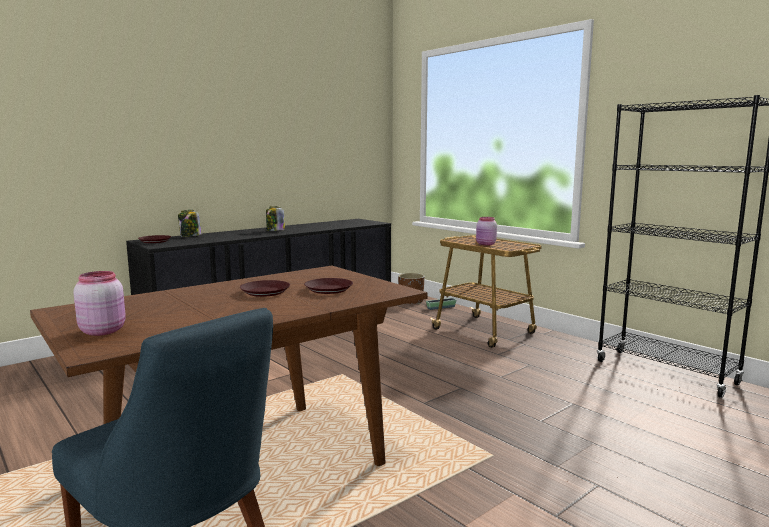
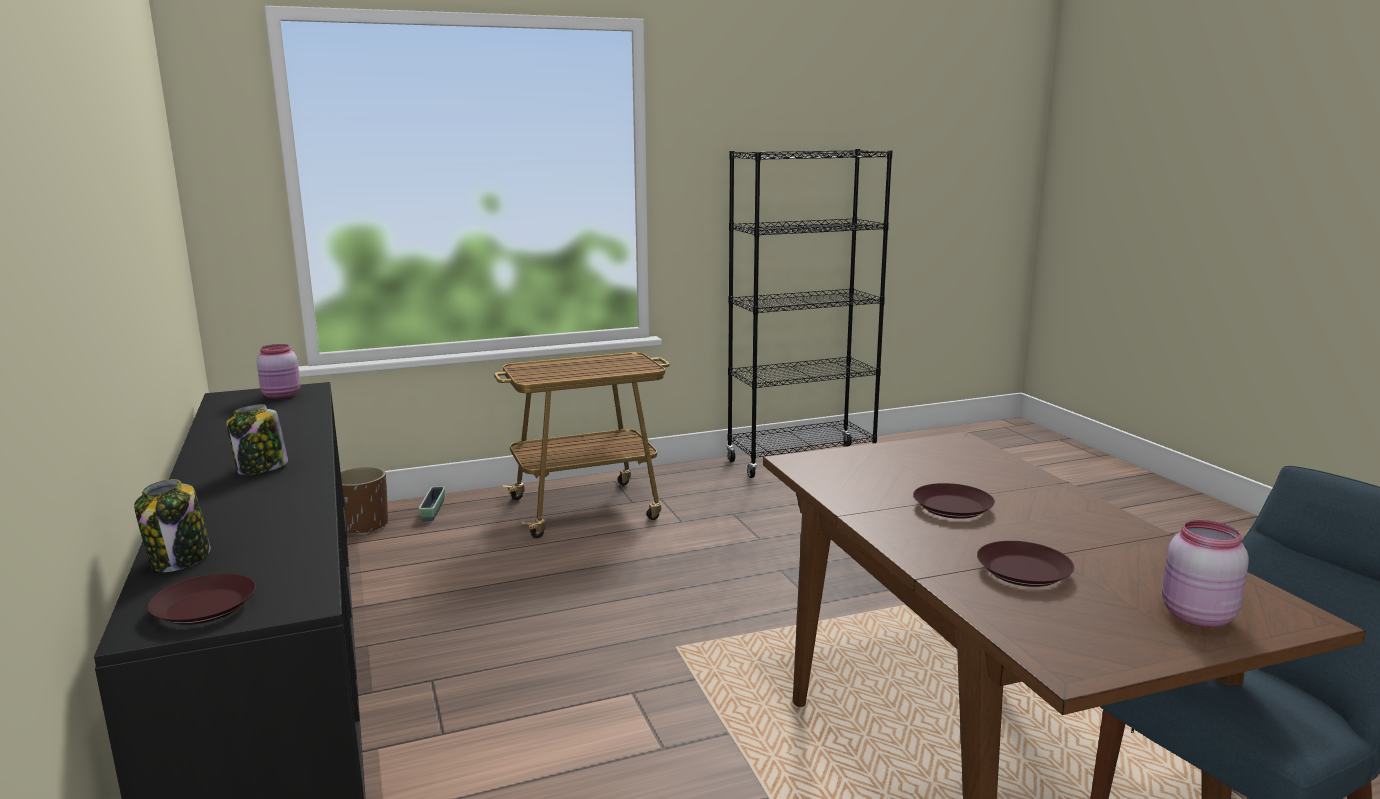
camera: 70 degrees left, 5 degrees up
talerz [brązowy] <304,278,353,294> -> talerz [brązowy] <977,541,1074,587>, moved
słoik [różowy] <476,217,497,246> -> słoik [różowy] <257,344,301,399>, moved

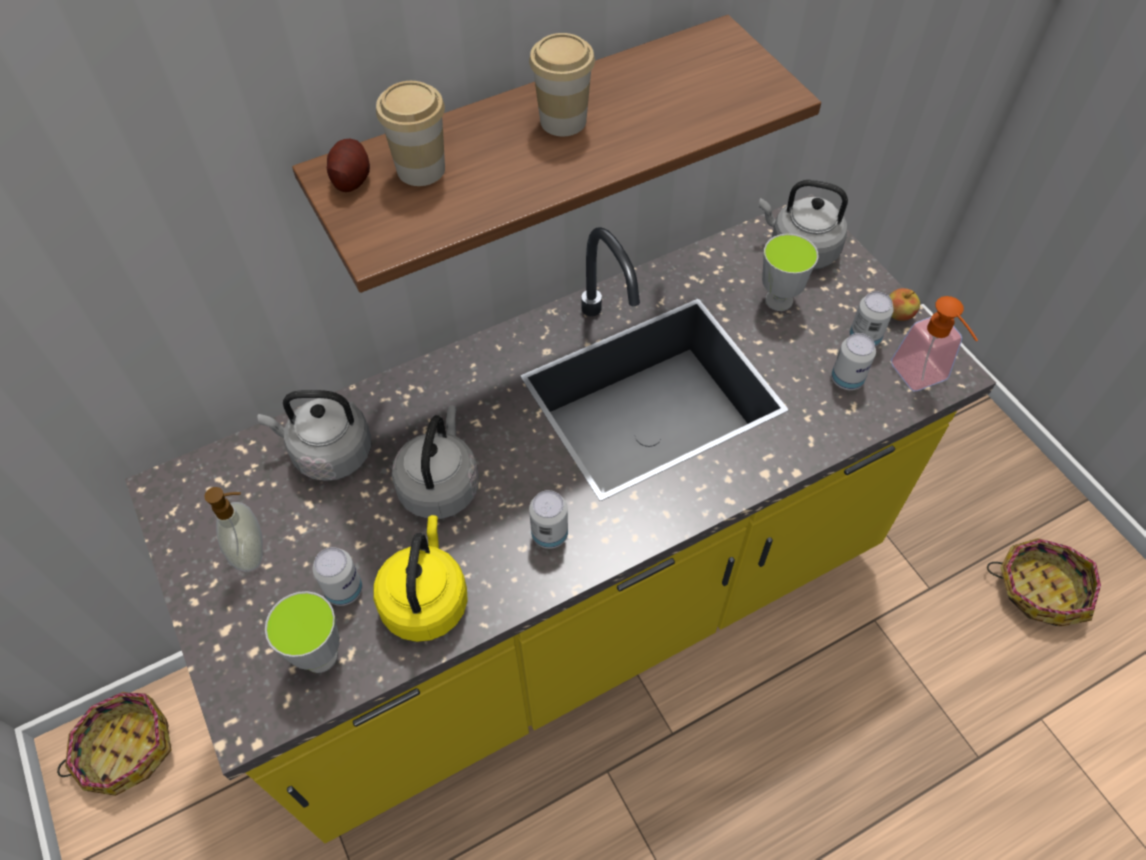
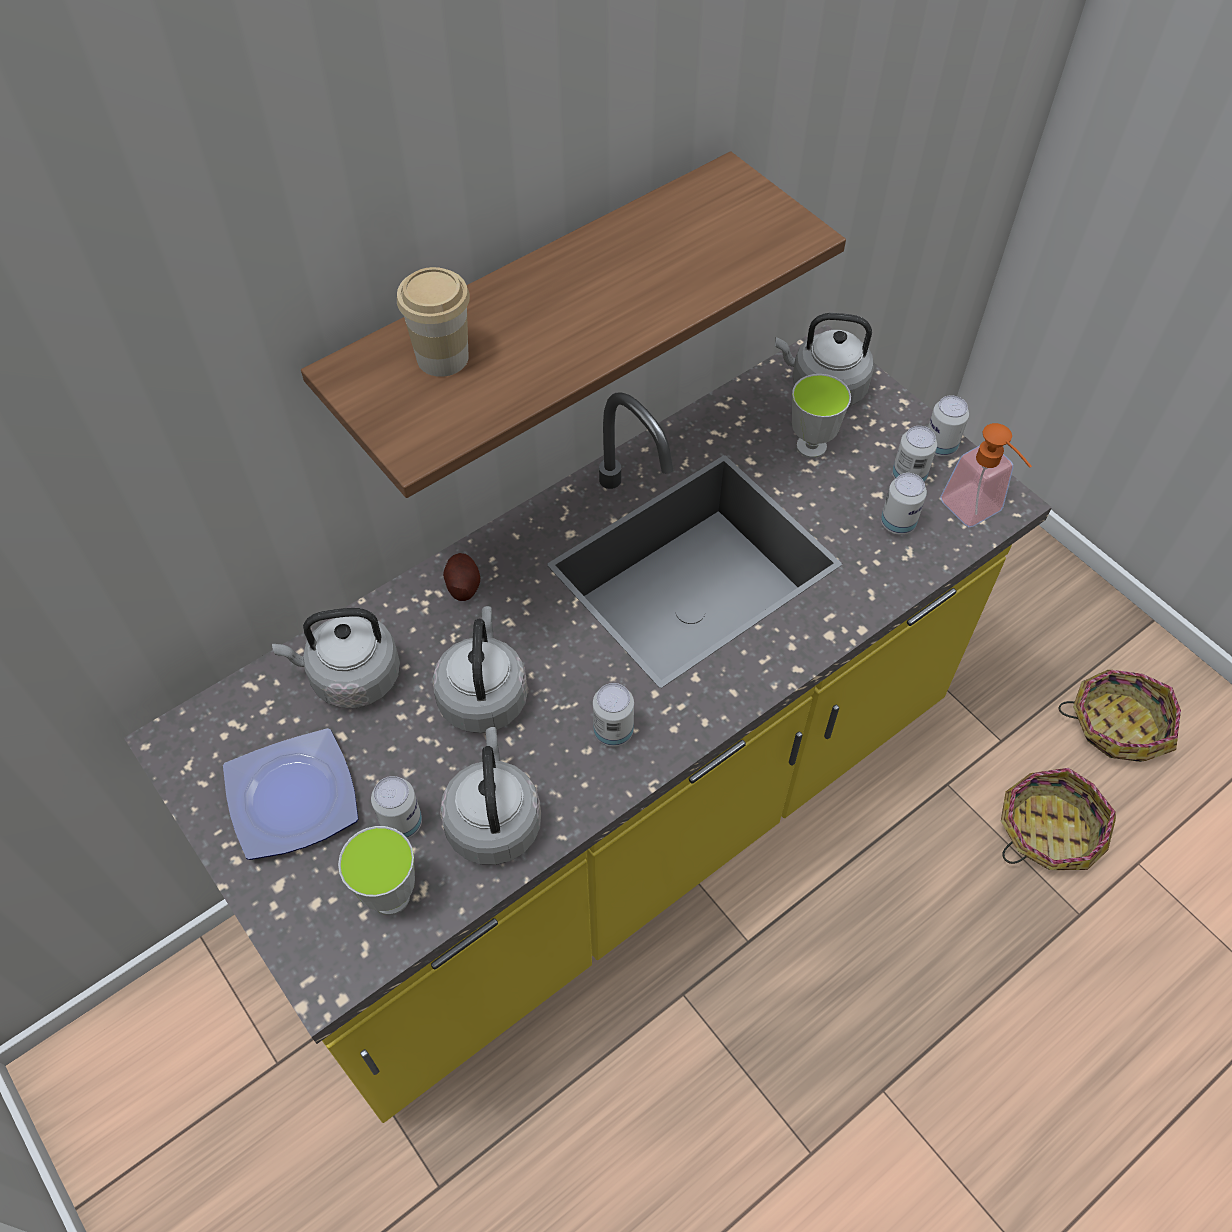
camera: 10 degrees left, 0 degrees up
filiżanka <529,33,595,136> -> none
koszyk <57,692,171,796> -> koszyk <1001,768,1116,870>, moved
ziemniak <327,139,370,192> -> ziemniak <443,553,480,601>, moved
dozownik mydła <204,487,263,572> -> talerz <223,728,358,860>
jabłko <889,288,920,321> -> puszka <928,395,969,457>
czajnik [żółty] <373,515,468,642> -> czajnik [szary] <440,727,541,865>

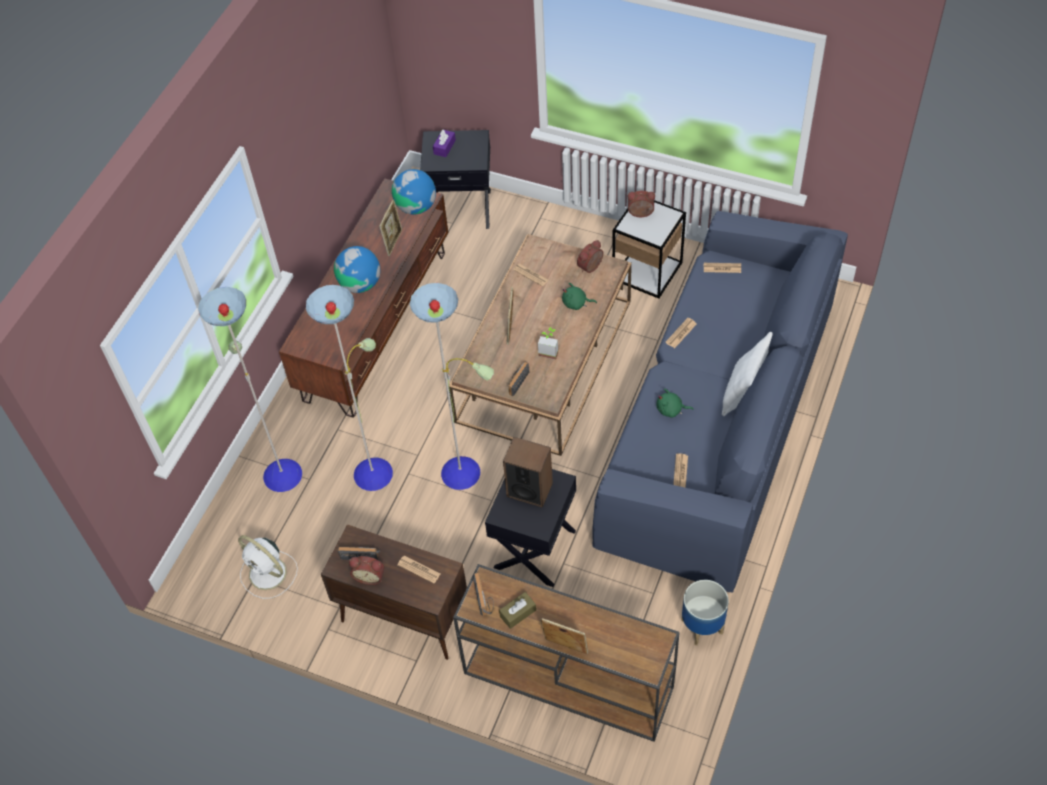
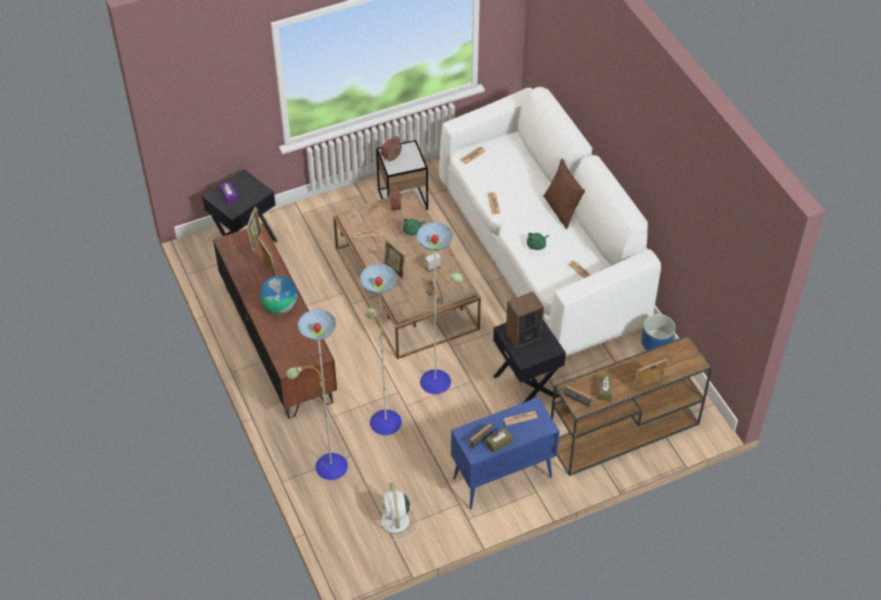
camera: 50 degrees left, 5 degrees down
budzik <349,556,385,585> -> pudełko chusteczek [brązowy] <486,428,513,453>
globus <392,169,436,215> -> ramka na zdjęcie <246,206,262,252>
szafka [brązowy] <321,524,467,660> -> szafka [niebieski] <451,397,560,509>
kanapa [niebieski] <592,211,848,592> -> kanapa [biały] <439,87,661,357>
poduszka [biały] <722,332,773,416> -> poduszka [brązowy] <543,159,585,229>
wentylator [biały] <238,535,298,599> -> wentylator [biały] <374,482,419,541>, 90 degrees clockwise

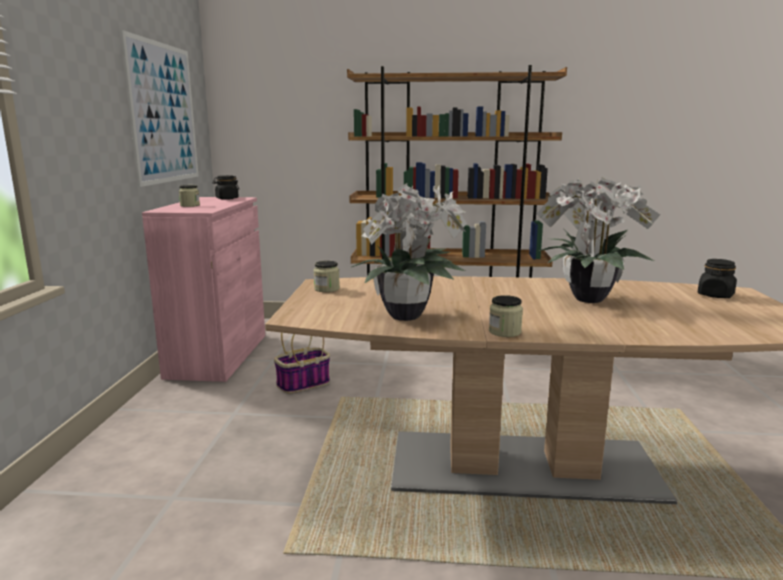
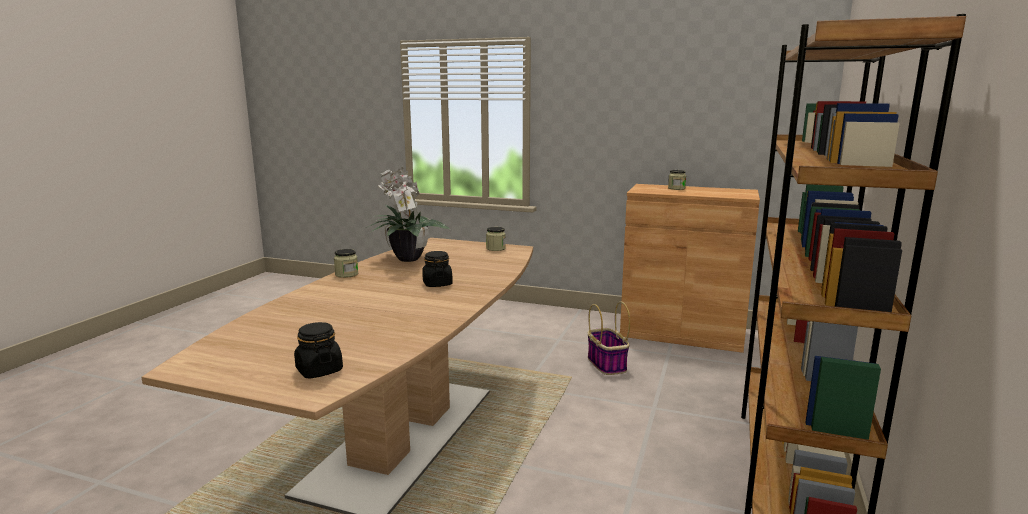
camera: 105 degrees right, 0 degrees up
obraz <120,30,199,187> -> none
roślina doniczkowa <537,178,660,303> -> none
słoik [czarny] <212,175,239,200> -> słoik [czarny] <422,251,453,287>, moved
szafka [różowy] <142,197,265,382> -> szafka [brązowy] <620,184,760,353>

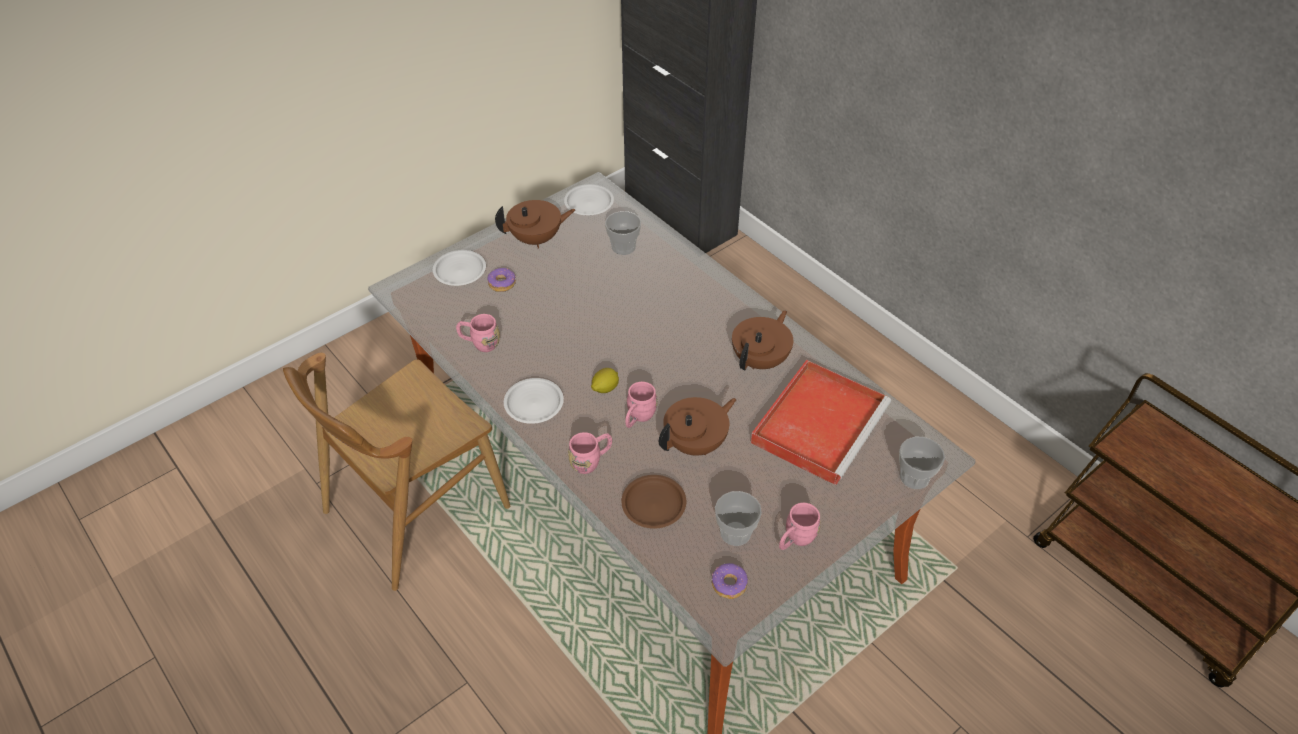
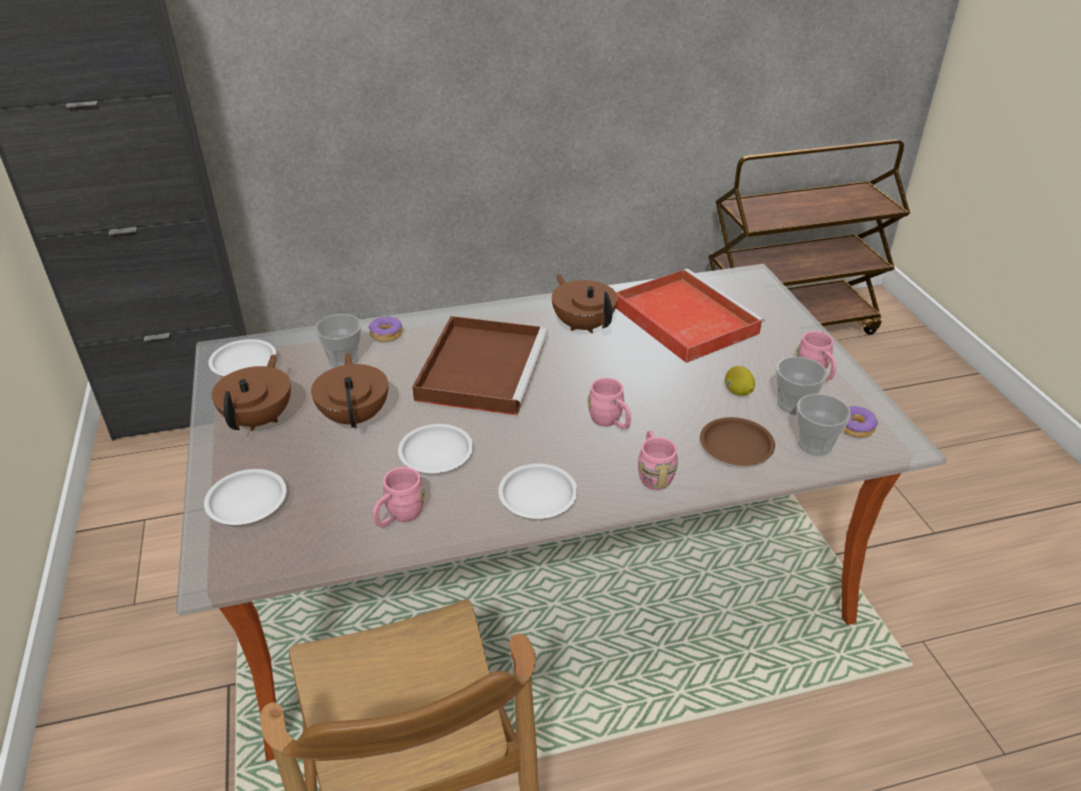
camera: 65 degrees left, 10 degrees down
none -> talerz [biały] <398,424,473,473>
none -> taca [brązowy] <412,316,548,415>
donut <487,268,516,292> -> donut <368,316,402,342>, moved
cytryna <591,368,619,393> -> cytryna <725,366,755,396>, moved
imbryk [brązowy] <659,397,736,456> -> imbryk [brązowy] <311,353,388,428>, moved
filiżanka <899,437,945,489> -> filiżanka <796,394,851,456>, moved

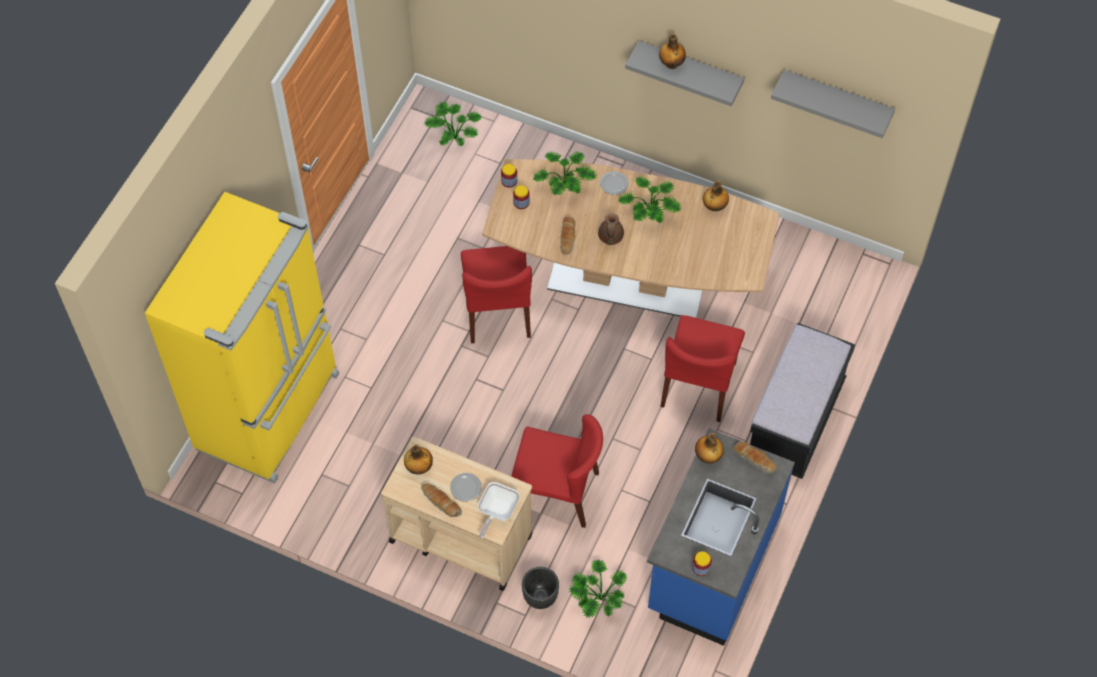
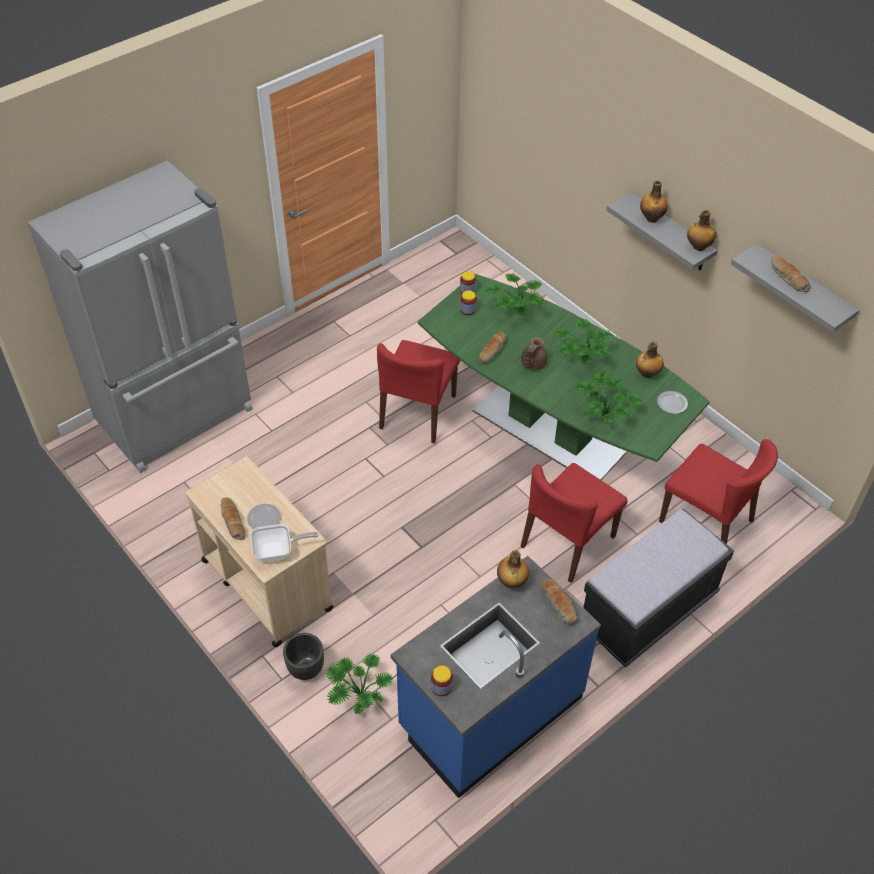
camera: 25 degrees right, 10 degrees down
none -> chleb <771,257,811,292>
butelka <404,444,433,475> -> butelka <687,210,716,251>, moved
roślina doniczkowa <424,101,482,146> -> roślina doniczkowa <575,371,642,425>, moved
krzesło [czerwony] <511,414,603,528> -> krzesło [czerwony] <659,439,778,544>, moved
talerz <600,171,629,195> -> talerz <657,391,688,414>, moved
lodówka [żółty] <145,192,339,484> -> lodówka [szary] <28,160,253,473>
stół jadalny [brązowy] <482,159,780,318> -> stół jadalny [zielony] <418,274,710,480>
patelnia <478,482,520,539> -> patelnia <251,524,318,562>, 150 degrees counterclockwise

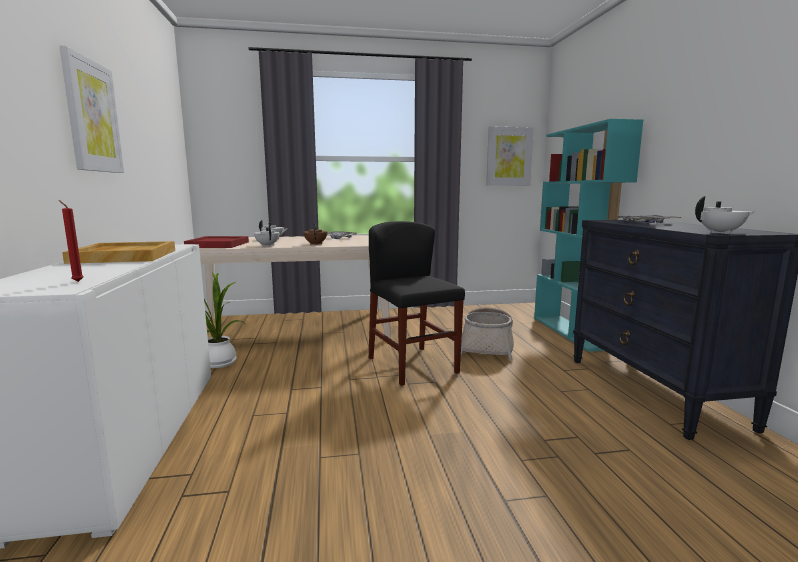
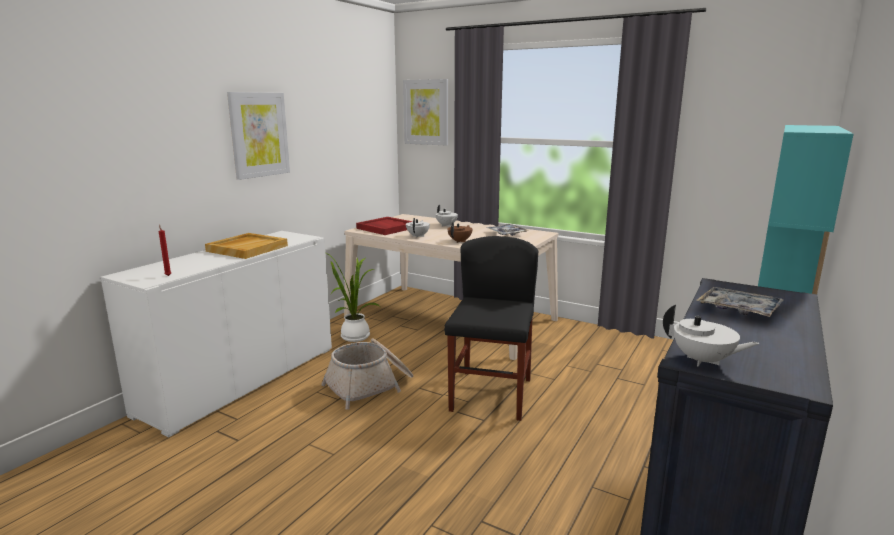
camera: 40 degrees right, 5 degrees up
koszyk <461,307,514,361> -> koszyk <321,338,413,410>, moved
obraz <486,126,534,186> -> obraz <403,79,448,146>, moved

